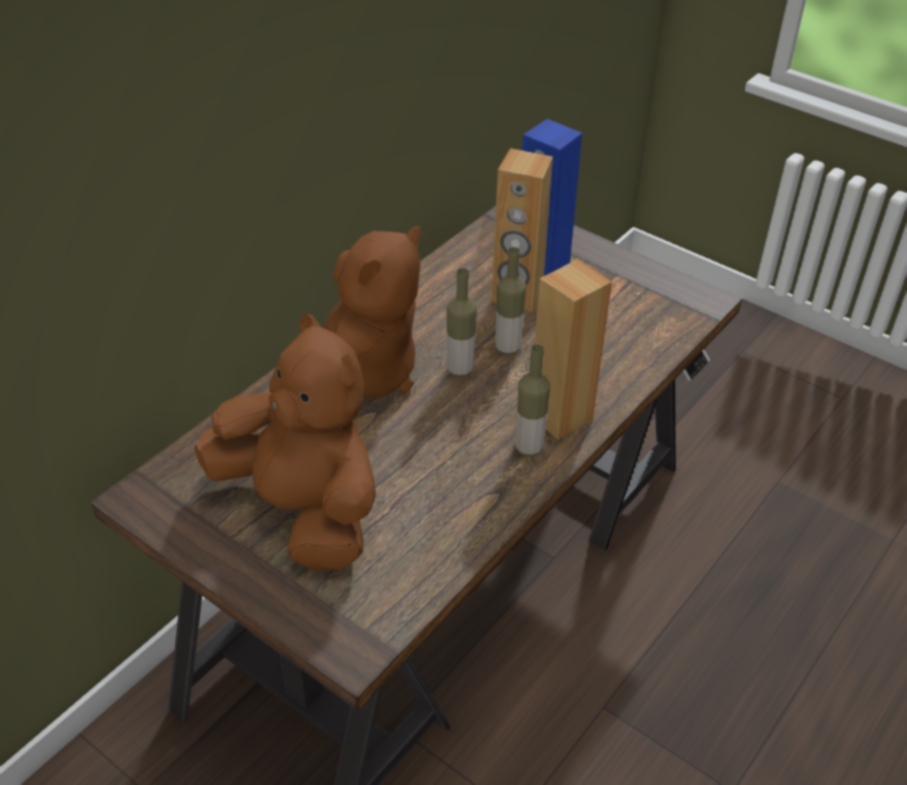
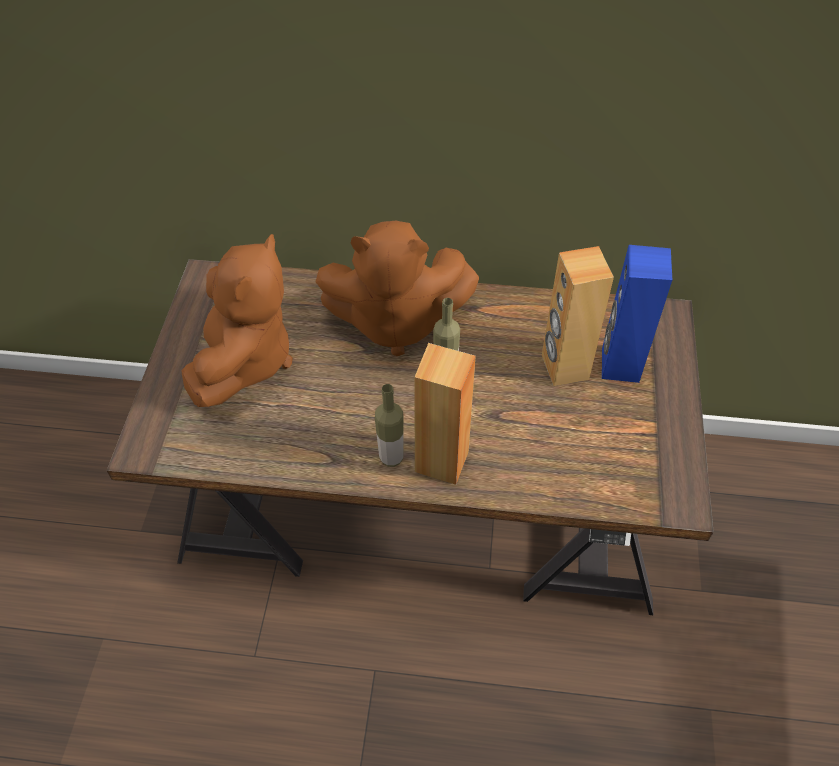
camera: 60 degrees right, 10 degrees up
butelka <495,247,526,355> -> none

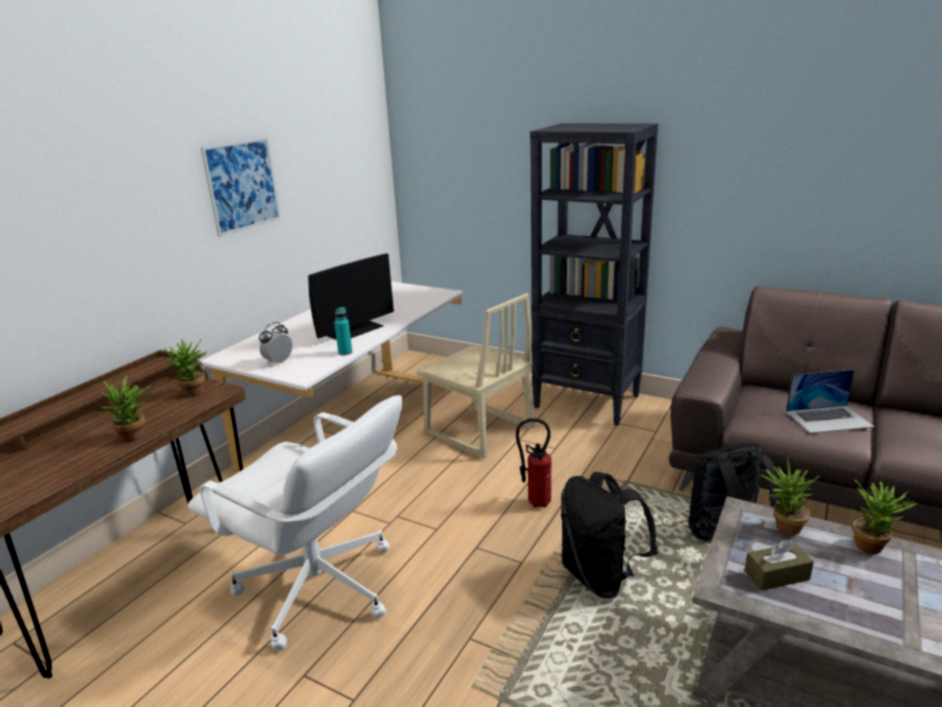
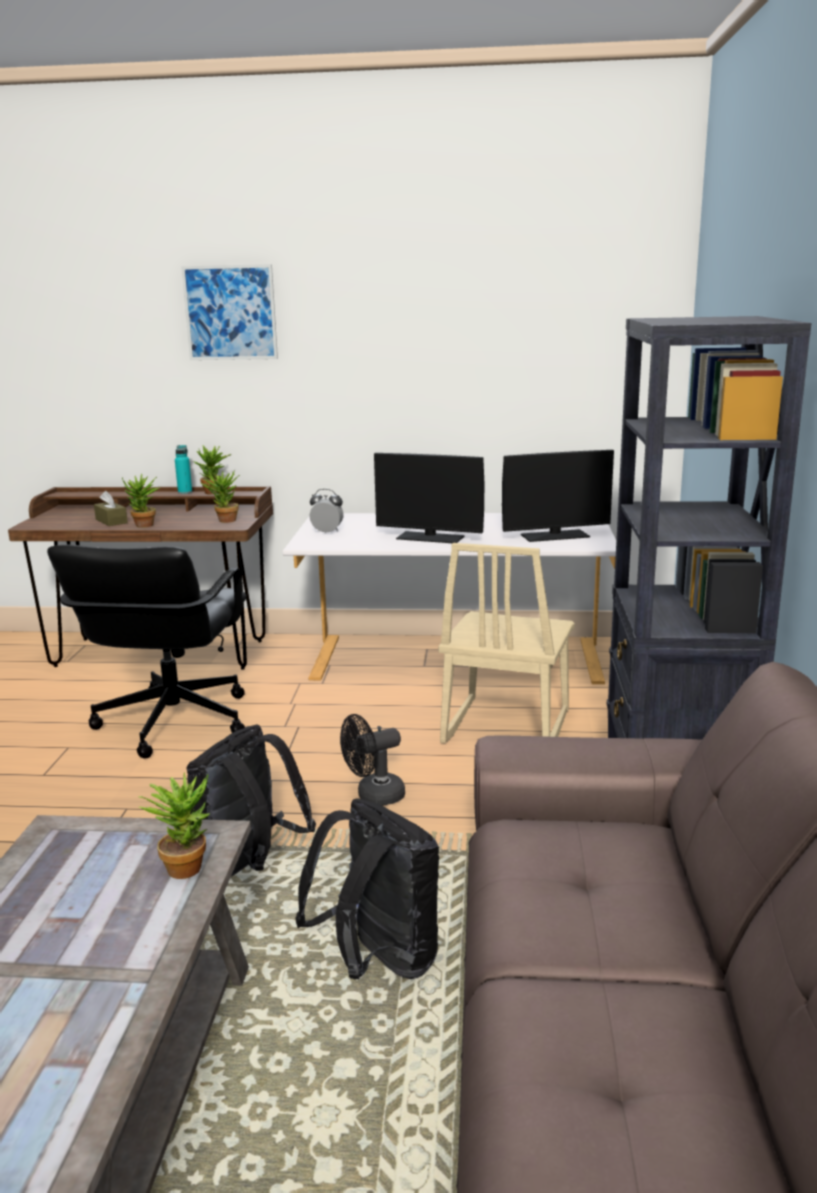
camera: 65 degrees right, 5 degrees down
laptop <786,370,875,433> -> none
none -> monitor <502,450,614,542>
obraz <201,137,281,237> -> obraz <181,264,278,360>, moved
butelka [turkusowy] <334,307,352,356> -> butelka [turkusowy] <175,445,192,494>, moved
pudełko chusteczek [brązowy] <744,539,814,591> -> pudełko chusteczek [brązowy] <94,491,128,526>, moved
roślina doniczkowa <853,480,918,554> -> roślina doniczkowa <193,445,231,495>, moved
gaśnica <516,418,552,508> -> wentylator [czarny] <340,714,405,806>
krzesło biurowe [biały] <188,395,403,650> -> krzesło biurowe [czarny] <47,545,247,758>

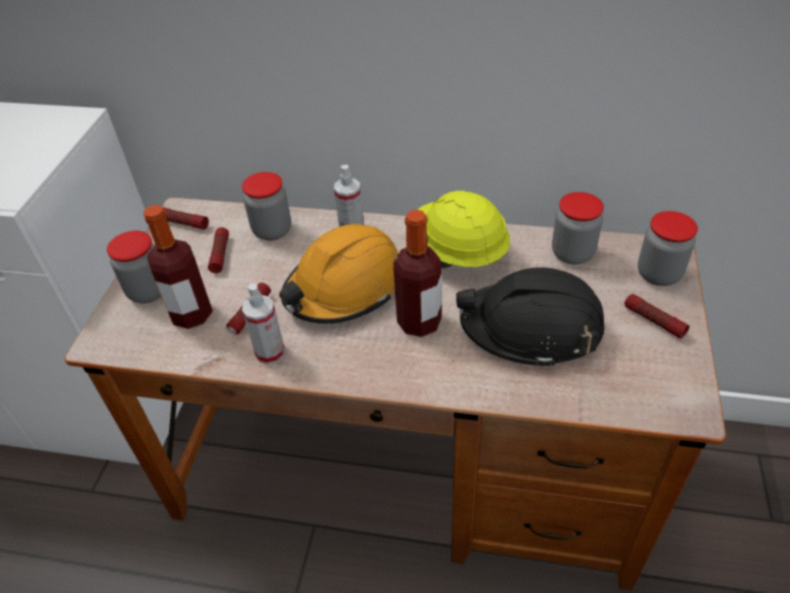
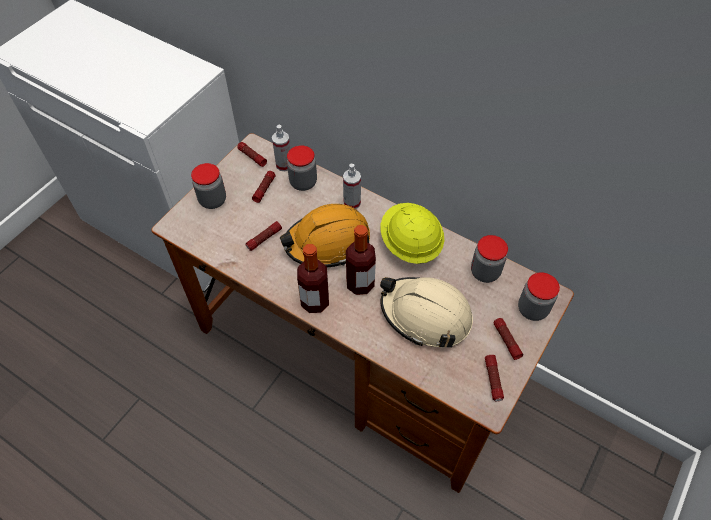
camera: 20 degrees right, 10 degrees up
none -> latarka <485,355,504,402>
butelka <143,205,213,329> -> butelka <297,244,329,313>, moved
spryskiwacz <242,283,285,365> -> spryskiwacz <272,125,290,171>, moved
kask [czarny] <456,267,605,369> -> kask [beżowy] <380,277,473,348>

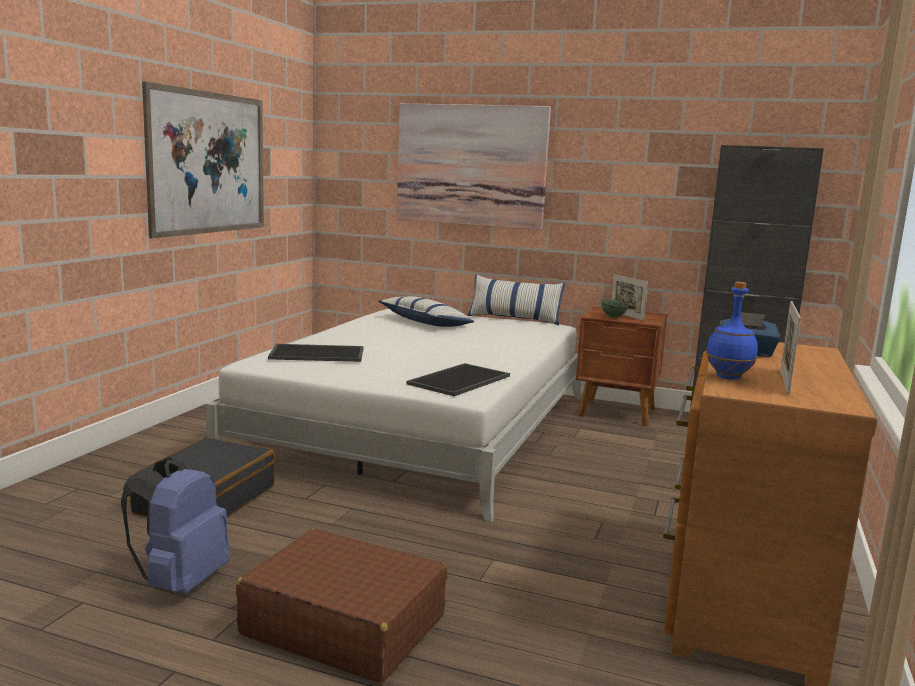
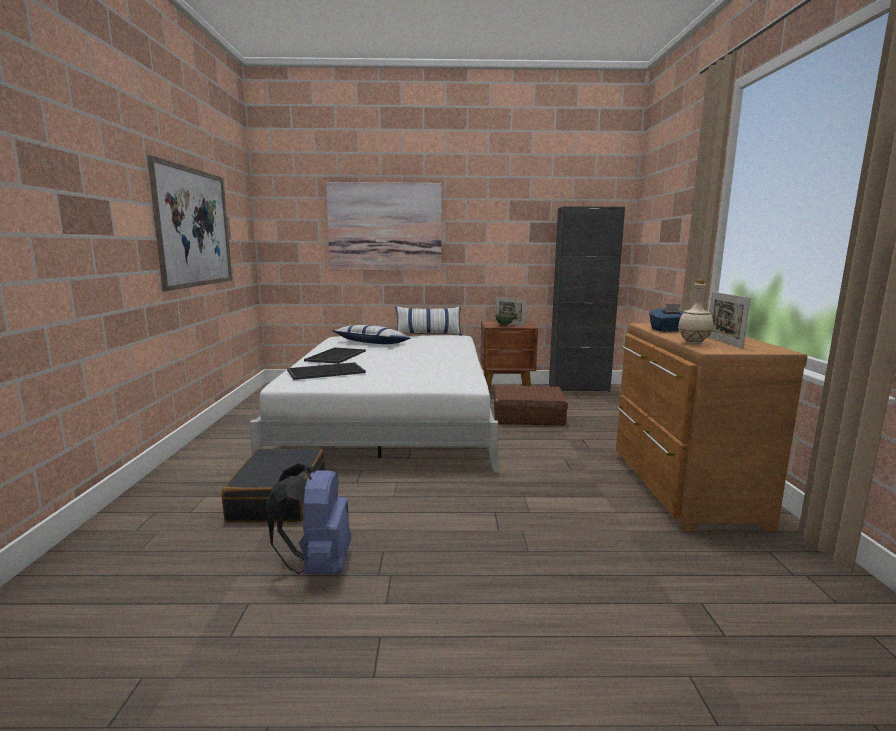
camera: 20 degrees left, 0 degrees up
walizka [brązowy] <236,529,447,683> -> walizka [brązowy] <494,386,568,425>, moved
taca <406,363,510,396> -> taca <304,347,366,364>, moved
butelka [niebieski] <706,282,758,380> -> butelka [beżowy] <678,280,713,345>

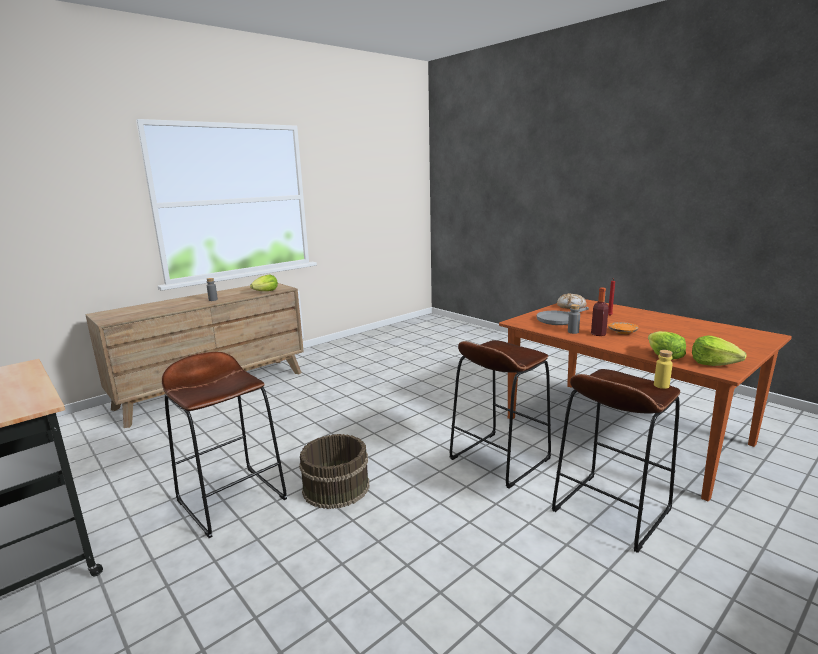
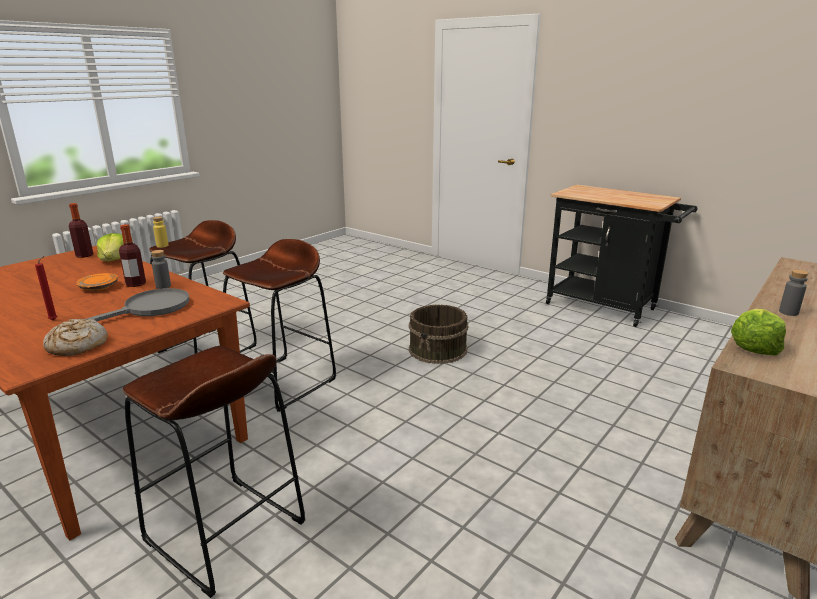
camera: 170 degrees right, 5 degrees up
stołek [brązowy] <162,352,287,538> -> stołek [brązowy] <123,346,305,598>, moved
sałata <692,335,746,366> -> butelka <69,203,93,258>

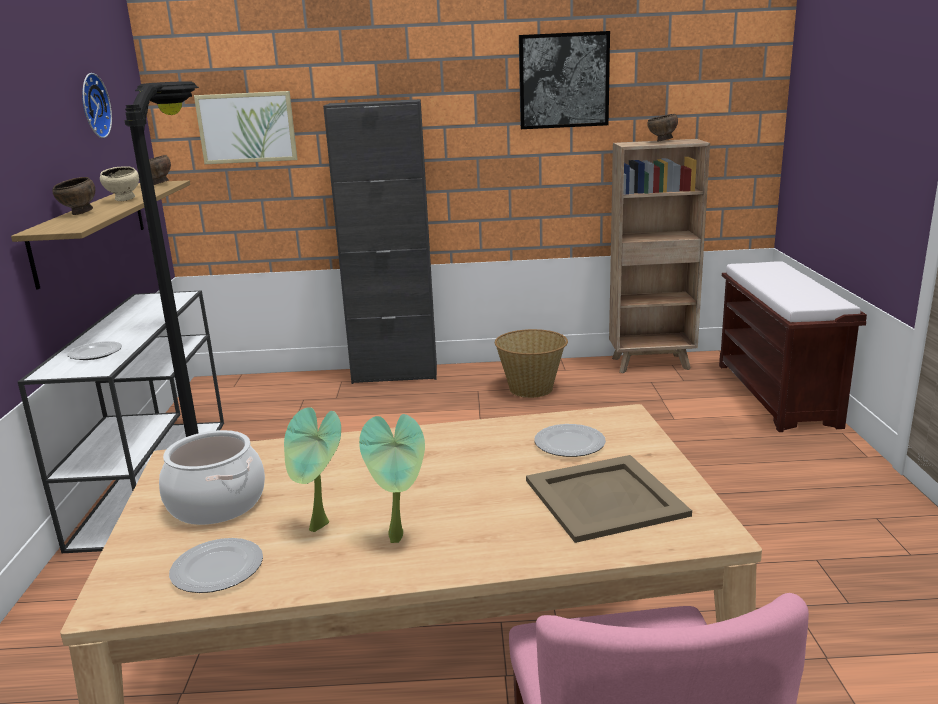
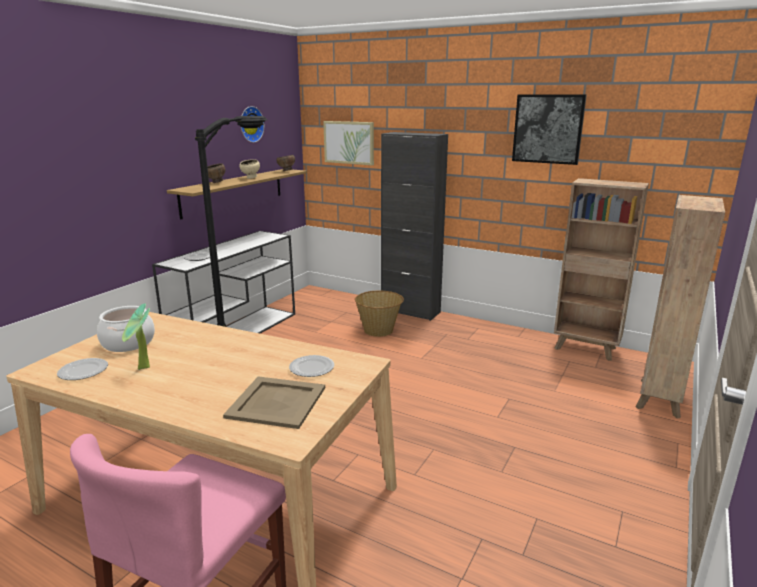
camera: 30 degrees right, 0 degrees up
roślina doniczkowa <359,414,425,543> -> none
miska [brązowy] <647,114,678,142> -> none
koszyk <495,329,568,398> -> koszyk <355,291,404,337>, moved
ławka [brązowy] <719,261,867,432> -> regał [brązowy] <635,195,725,419>

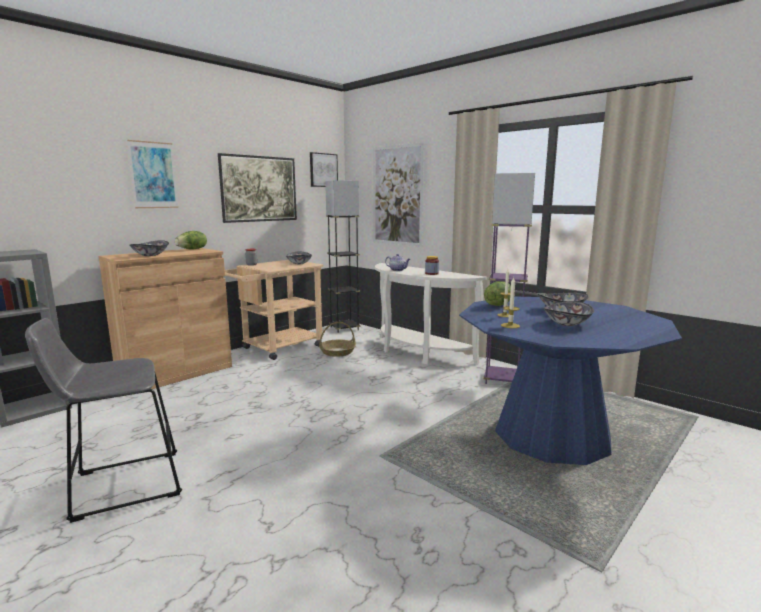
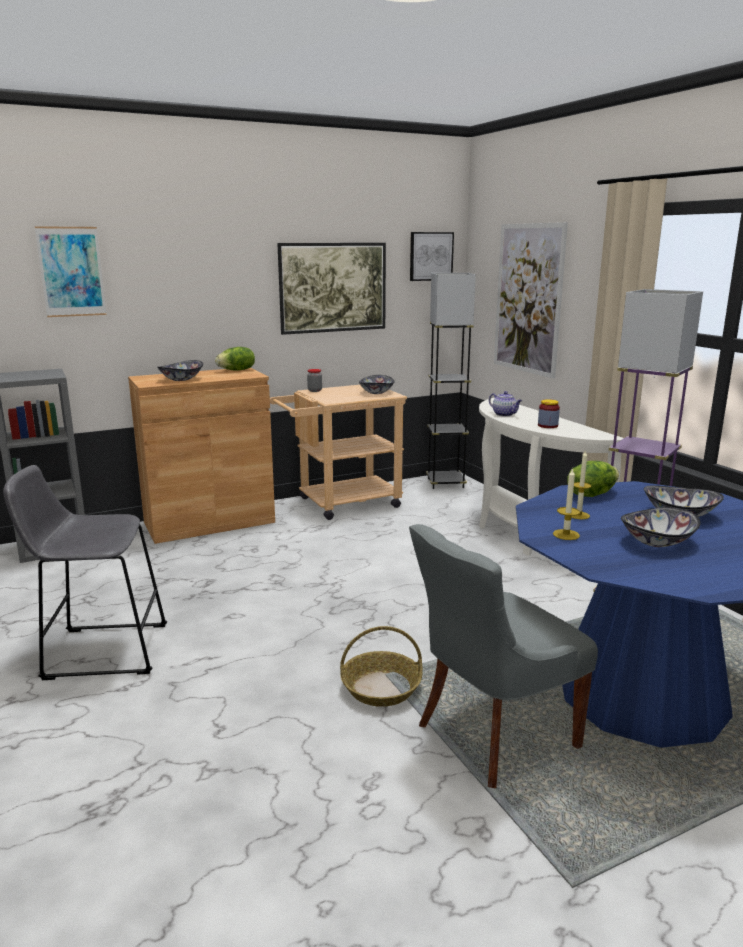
camera: 20 degrees right, 5 degrees up
none -> krzesło [szary] <409,524,598,788>
obraz <127,140,178,208> -> obraz <35,226,107,317>, moved
koszyk <319,322,356,357> -> koszyk <340,626,423,707>, moved

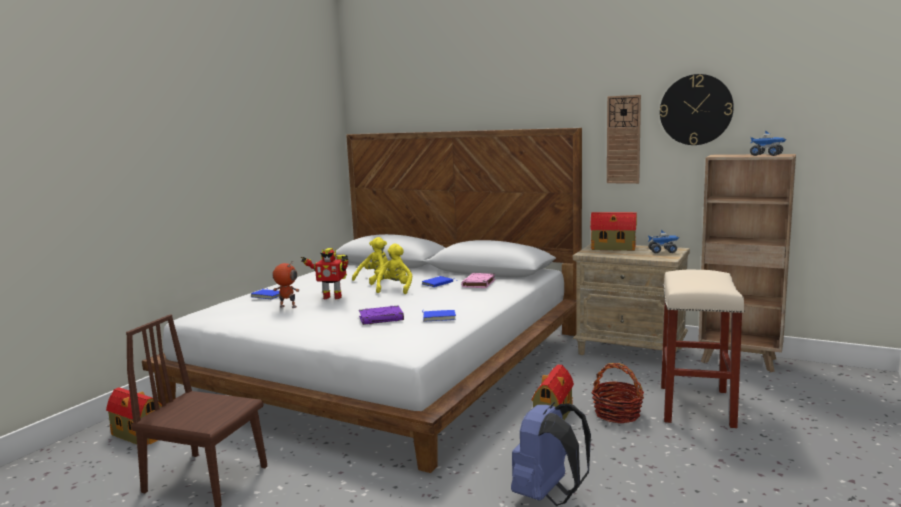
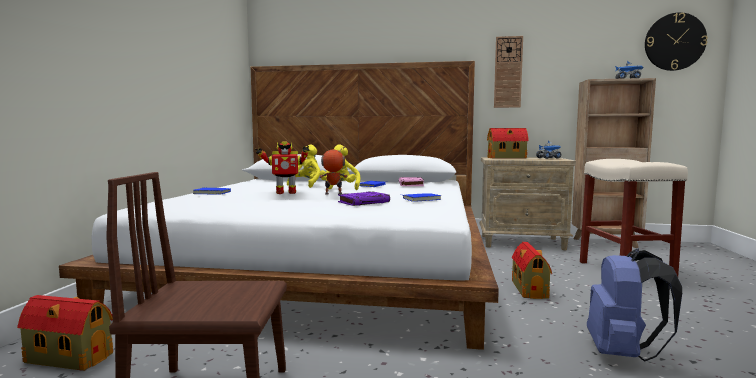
camera: 20 degrees left, 5 degrees down
koszyk <591,363,644,423> -> none
robot zabawkowy <272,261,299,308> -> robot zabawkowy <319,146,348,195>, moved
zegar ścienny <660,74,734,145> -> zegar ścienny <645,12,708,71>, moved

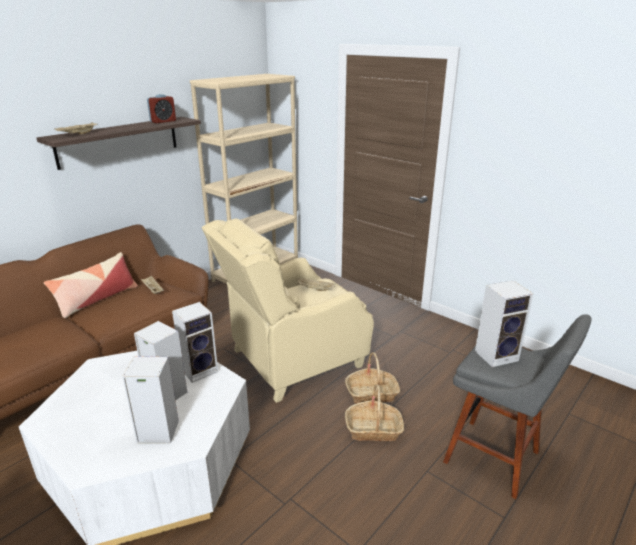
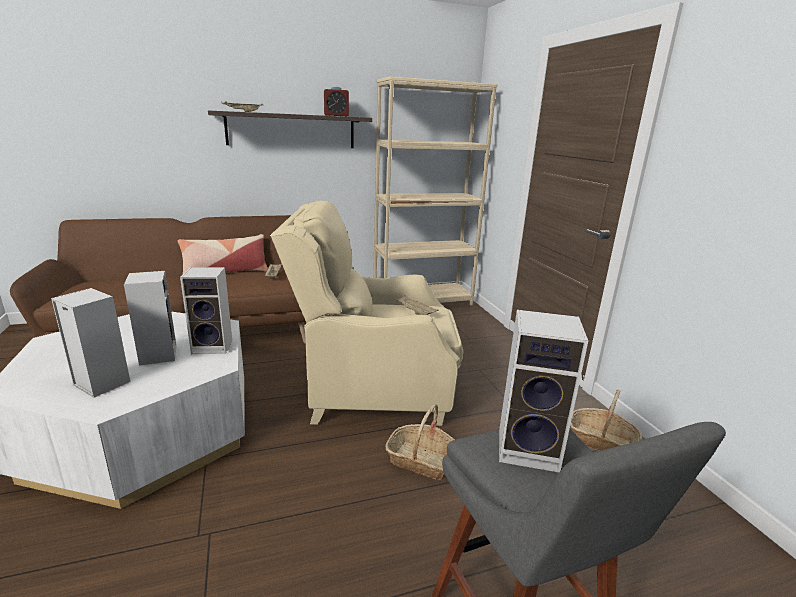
camera: 30 degrees right, 5 degrees down
koszyk <345,384,404,441> -> koszyk <570,390,642,451>, moved

